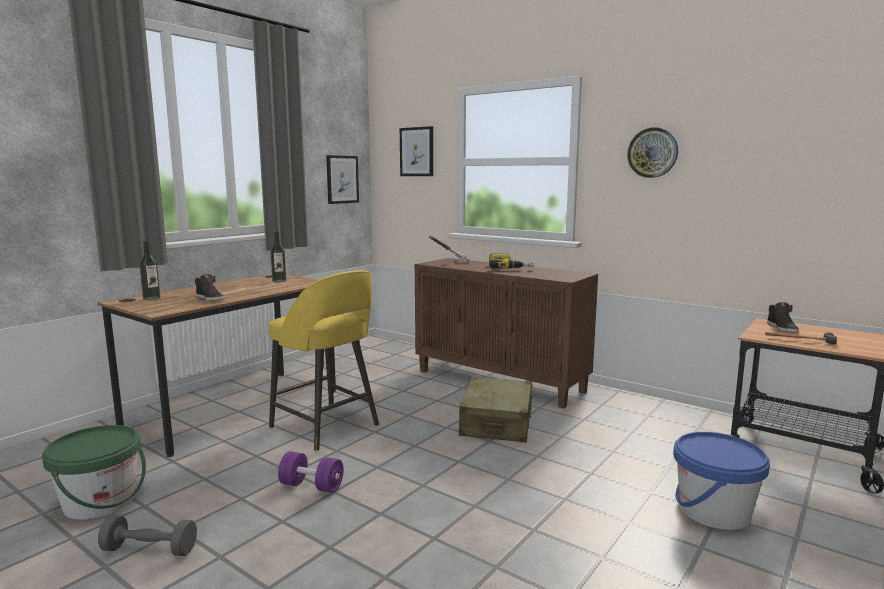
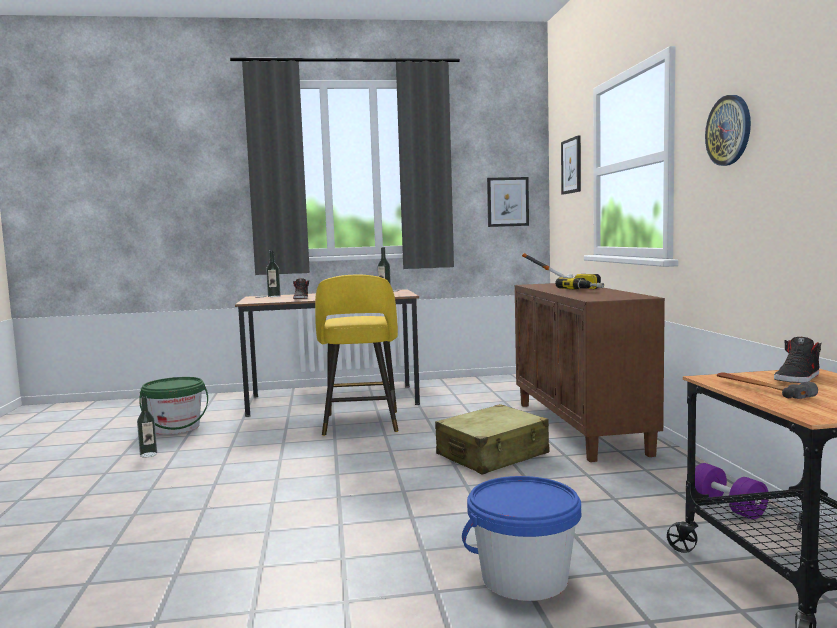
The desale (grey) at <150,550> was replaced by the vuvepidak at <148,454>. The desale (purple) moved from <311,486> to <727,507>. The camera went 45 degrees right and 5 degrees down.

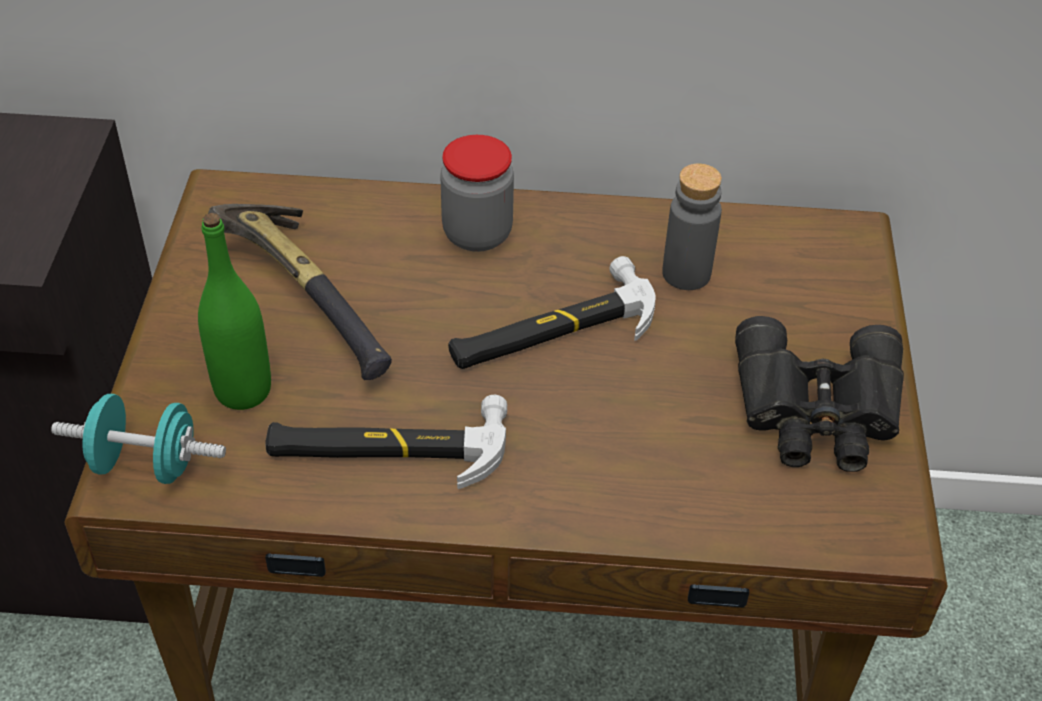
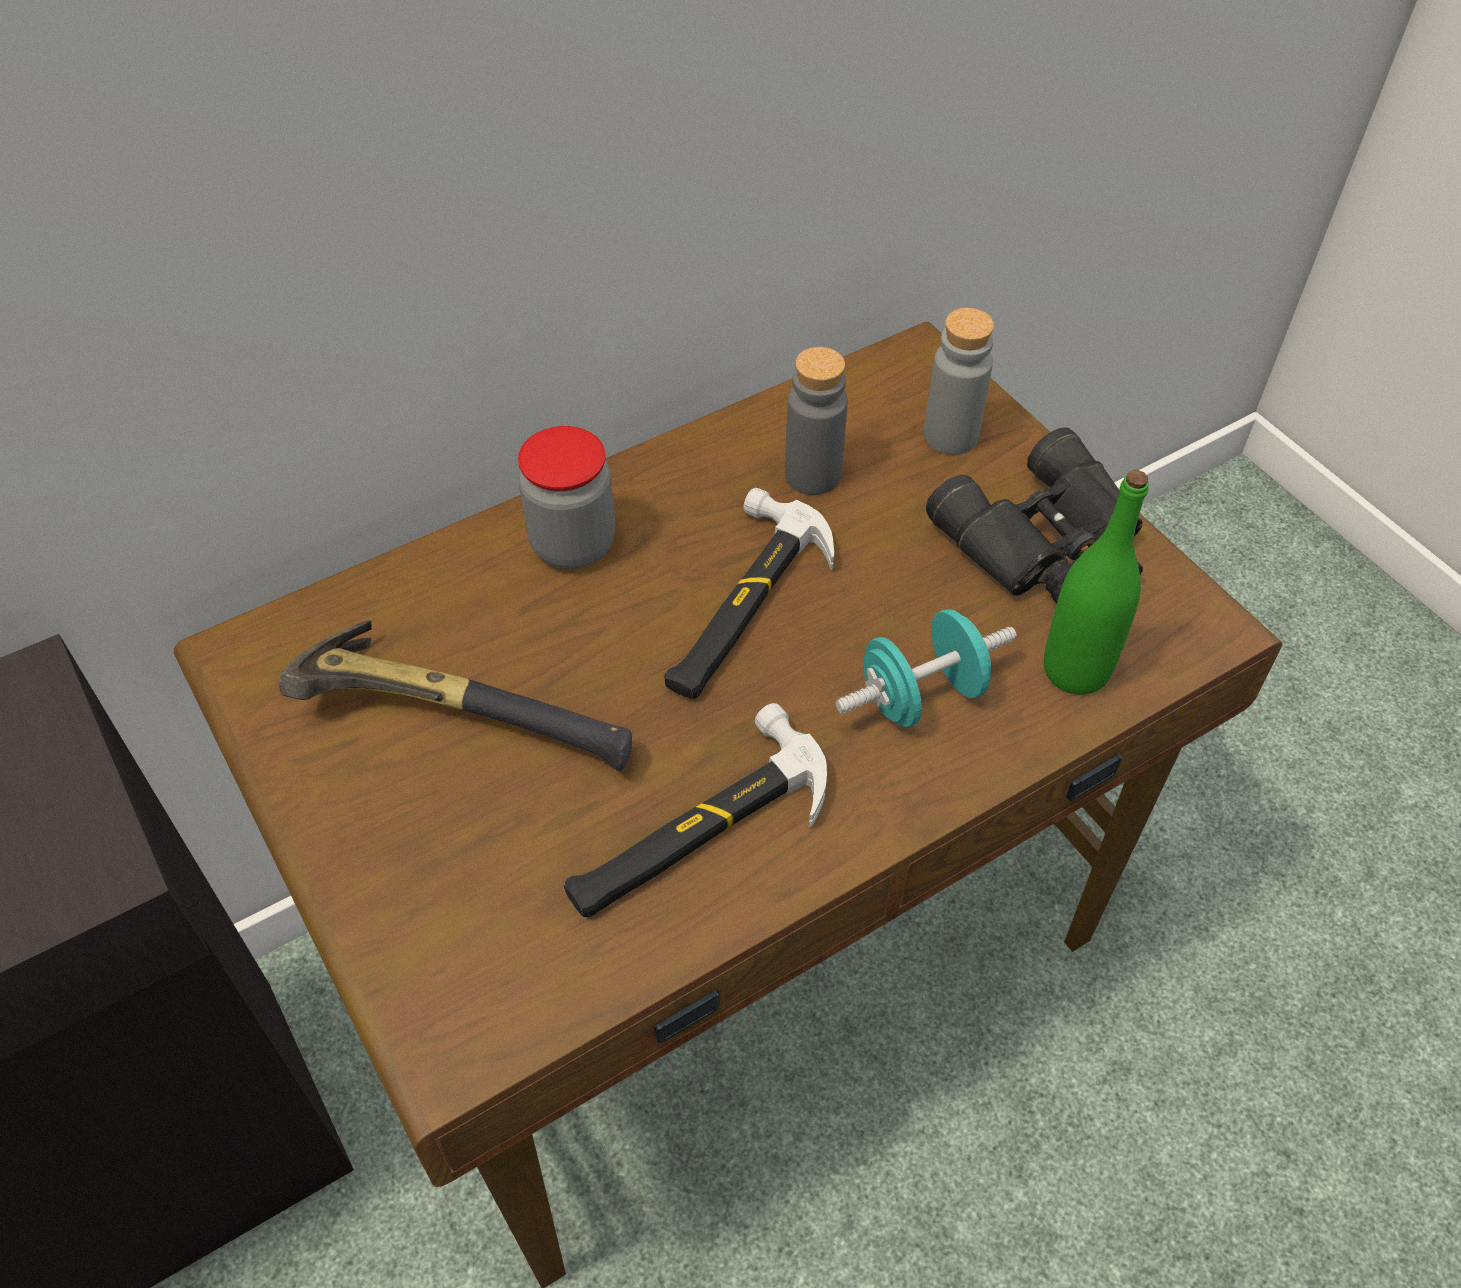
The desale (turquoise) moved from <146,464> to <921,695>. The vuvepidak (green) moved from <243,390> to <1075,670>. The vuvepidak (grey) at <950,435> appeared. The camera went 35 degrees left and 5 degrees up.

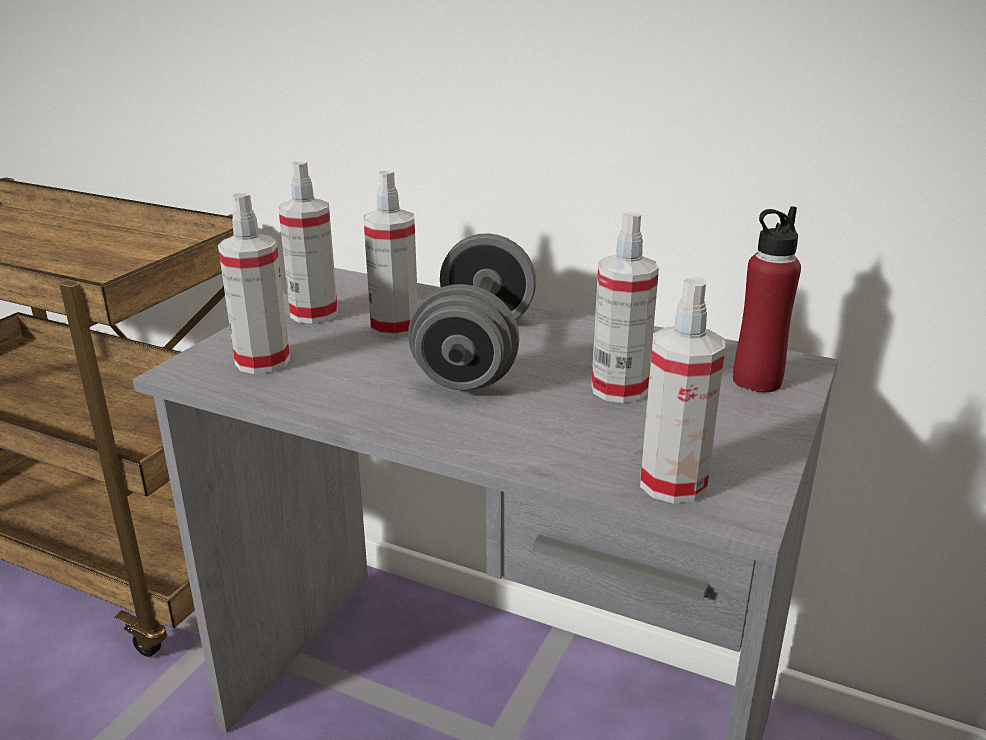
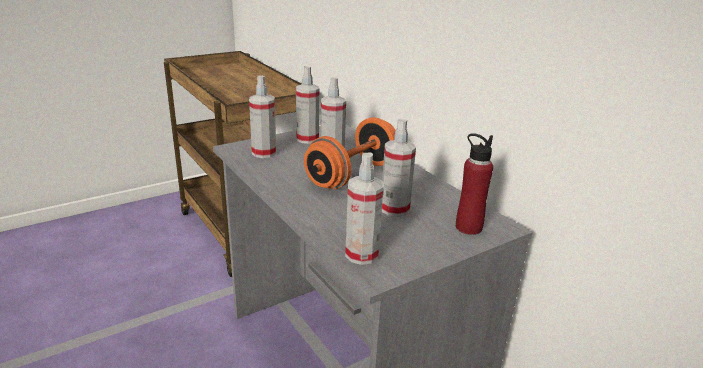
The desale (grey) at <477,354> became the desale (orange) at <352,175>. The camera went 30 degrees right and 0 degrees up.

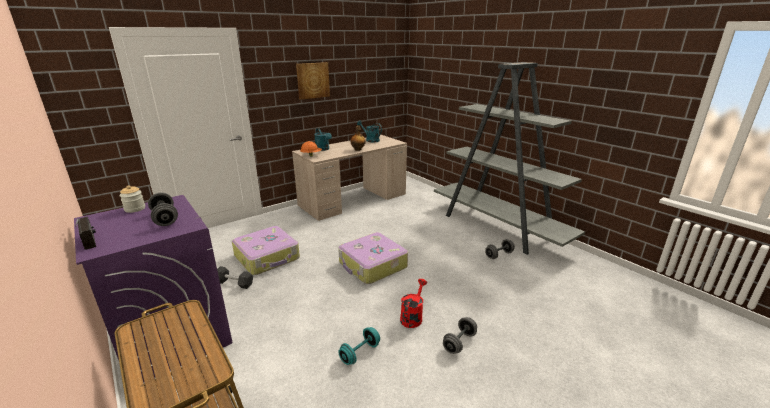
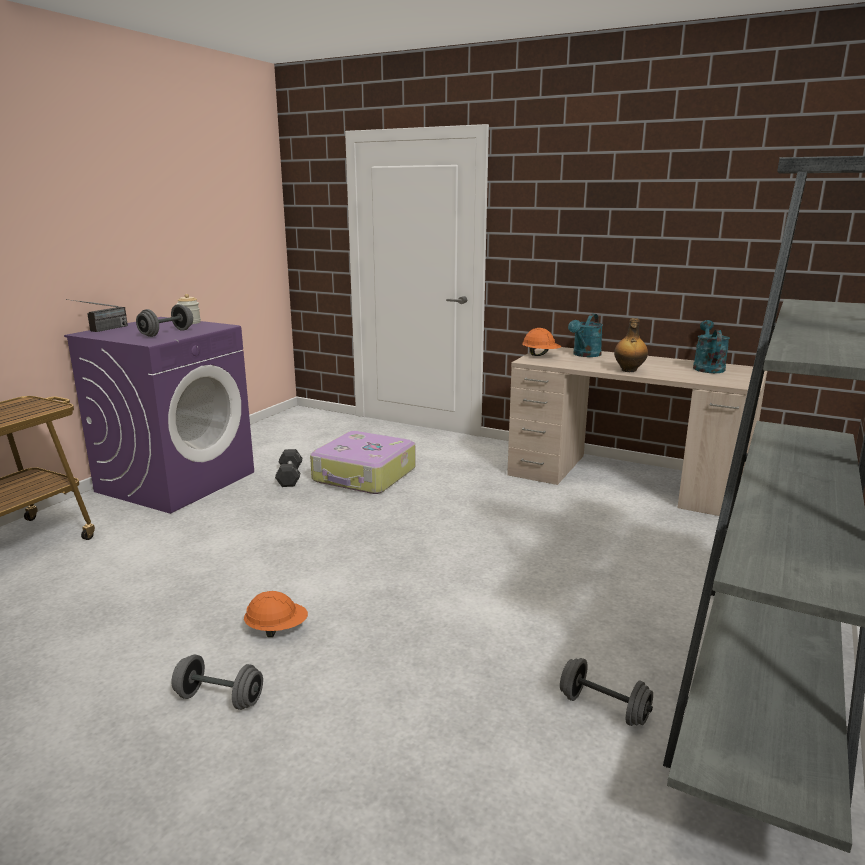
The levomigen at <312,80> disappeared. The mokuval at <372,265> disappeared. The desale (turquoise) at <360,353> disappeared. The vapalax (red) at <412,316> was replaced by the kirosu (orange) at <277,629>. The camera went 65 degrees right and 5 degrees down.

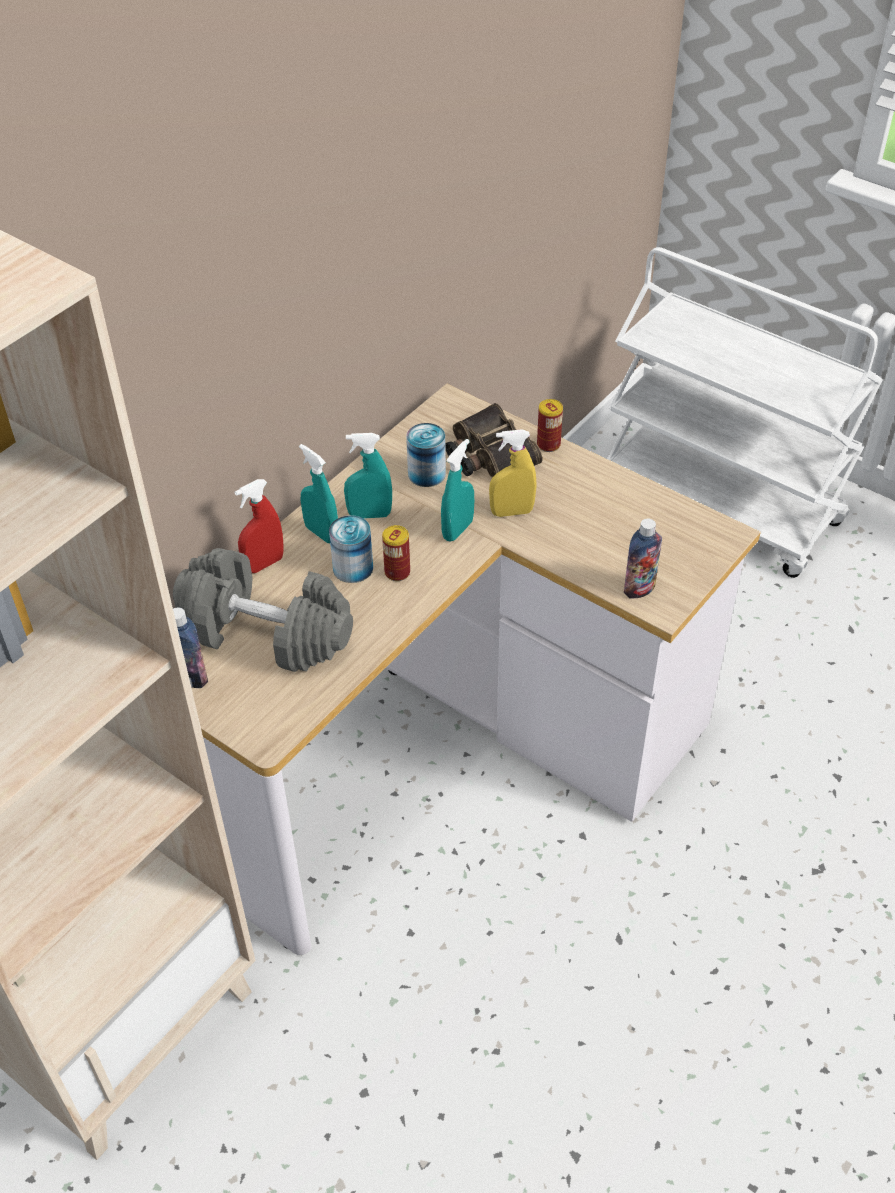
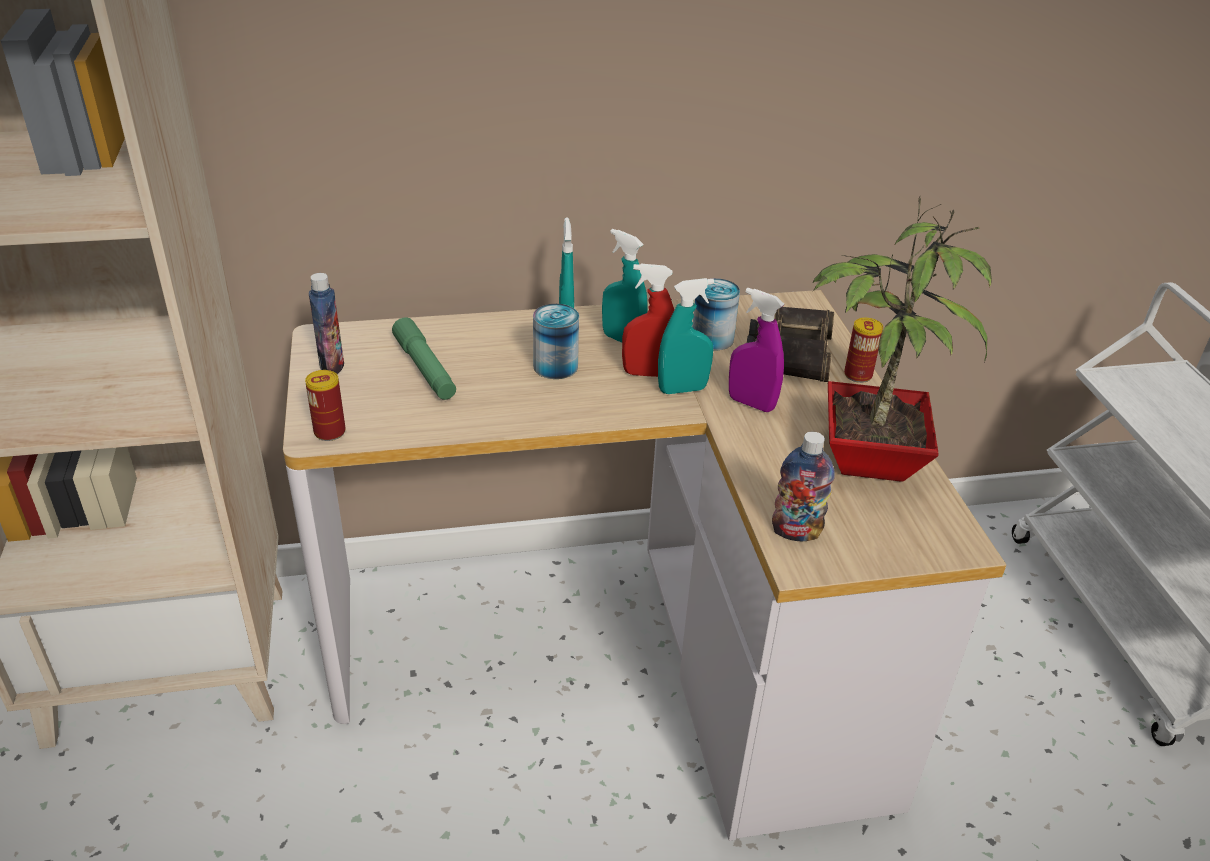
The desale (grey) at <265,633> was replaced by the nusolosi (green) at <425,368>. The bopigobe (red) moved from <264,564> to <647,373>. The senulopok moved from <397,572> to <329,432>. The bopigobe (yellow) at <511,512> became the bopigobe (purple) at <751,403>. The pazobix at <864,459> appeared. The camera went 40 degrees right and 10 degrees down.

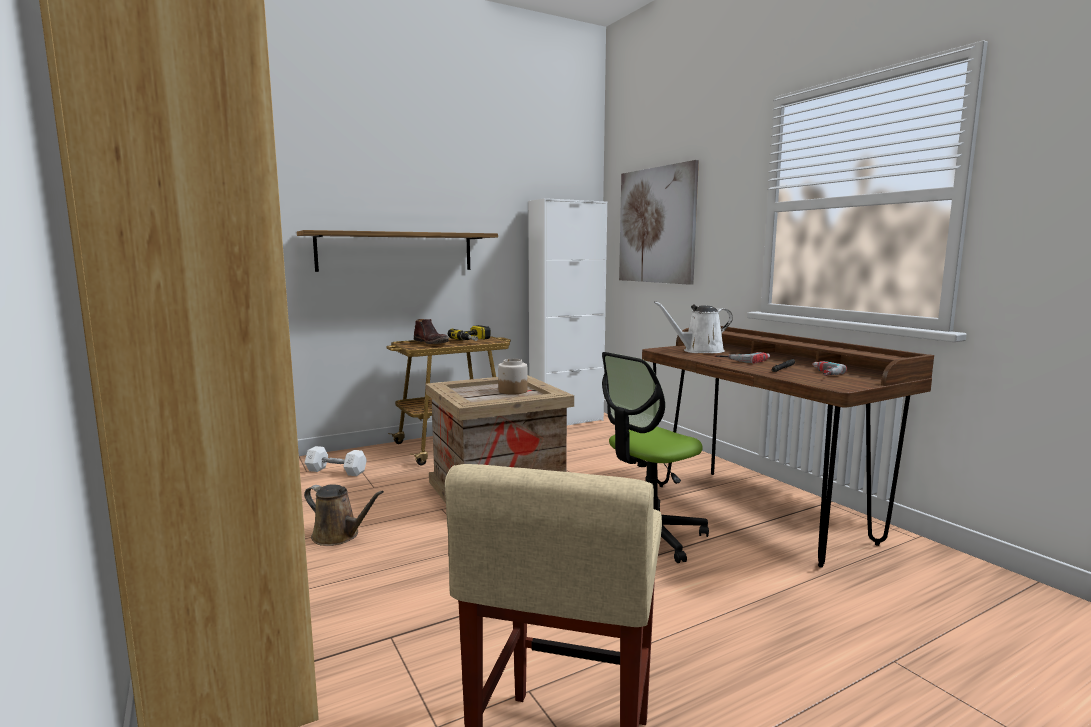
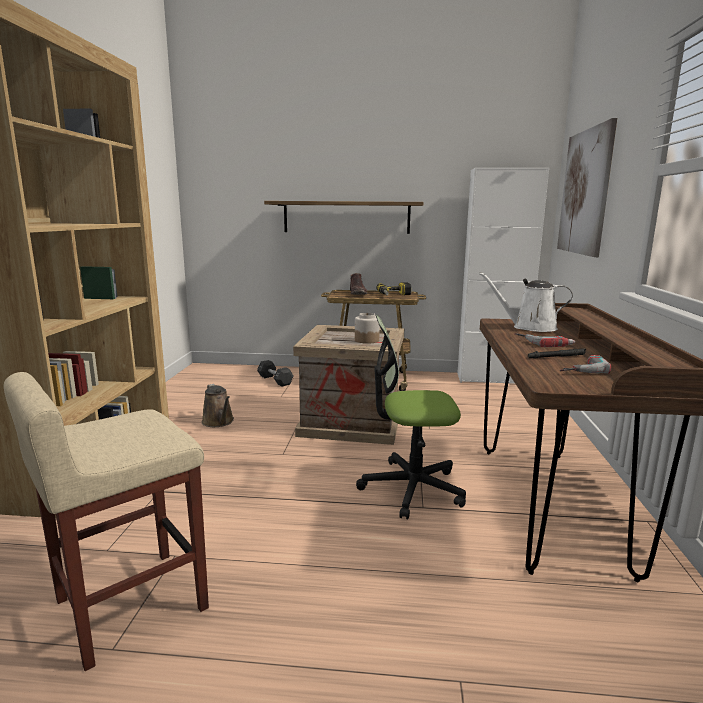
The desale (white) at <336,471> became the desale (black) at <275,380>. The camera went 35 degrees right and 5 degrees up.

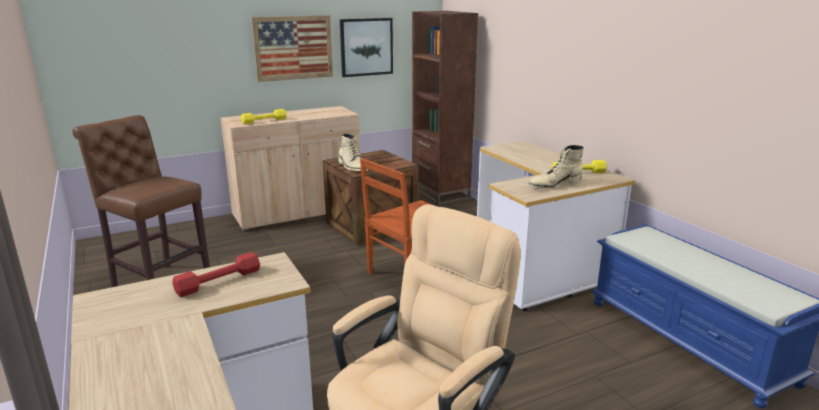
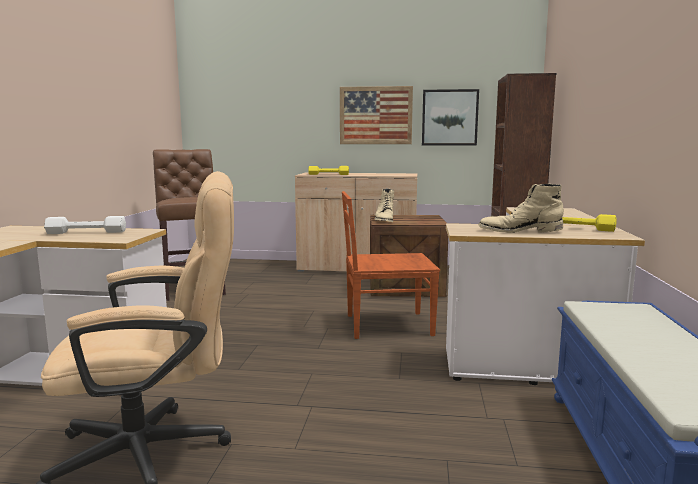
The desale (red) at <218,281> became the desale (white) at <87,232>. The camera went 35 degrees right and 10 degrees down.

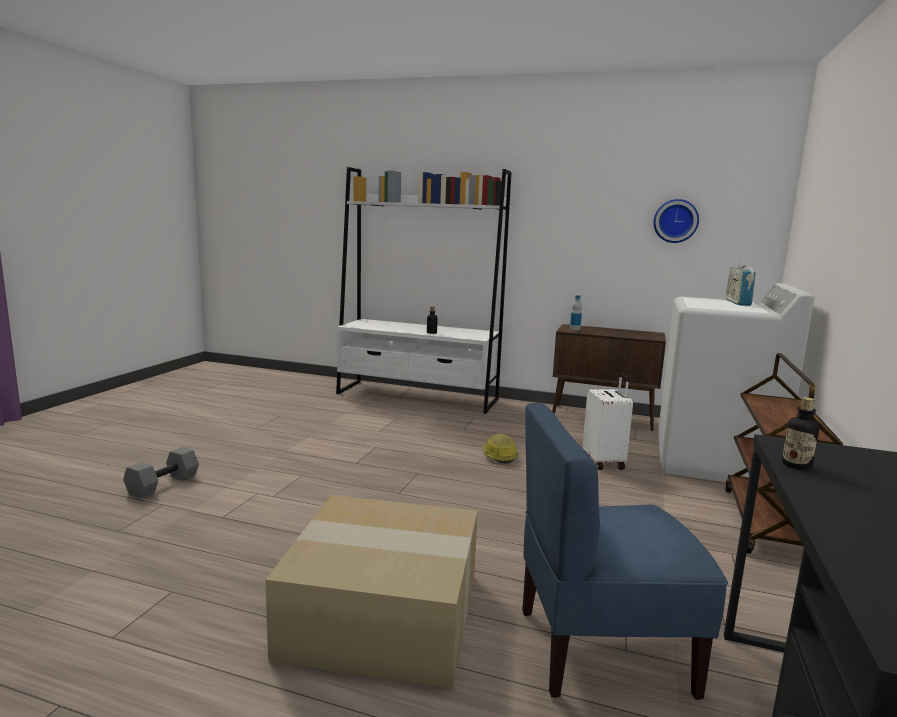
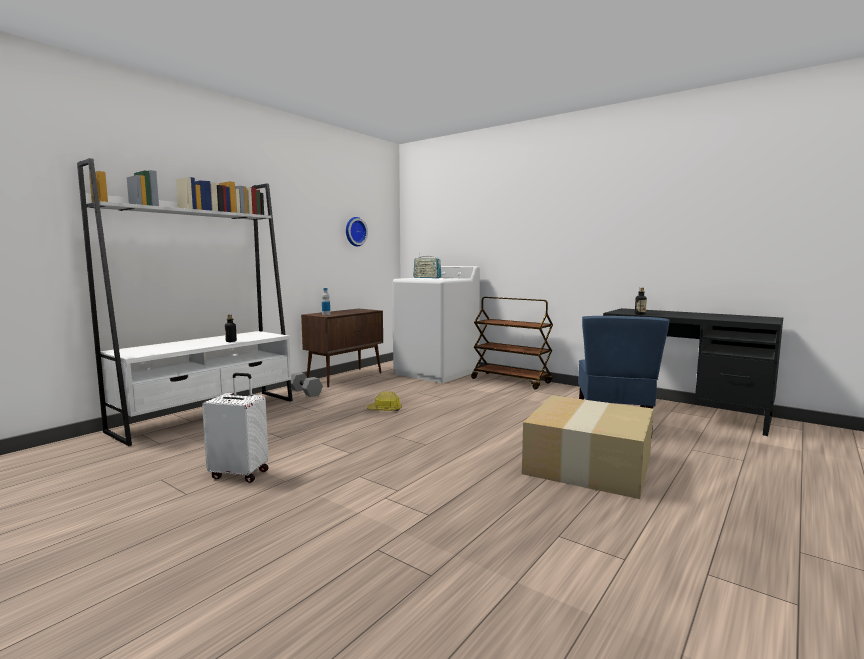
The desale (grey) moved from <163,484> to <304,392>. The mokuval (white) moved from <604,462> to <240,474>. The camera went 70 degrees left and 5 degrees down.

